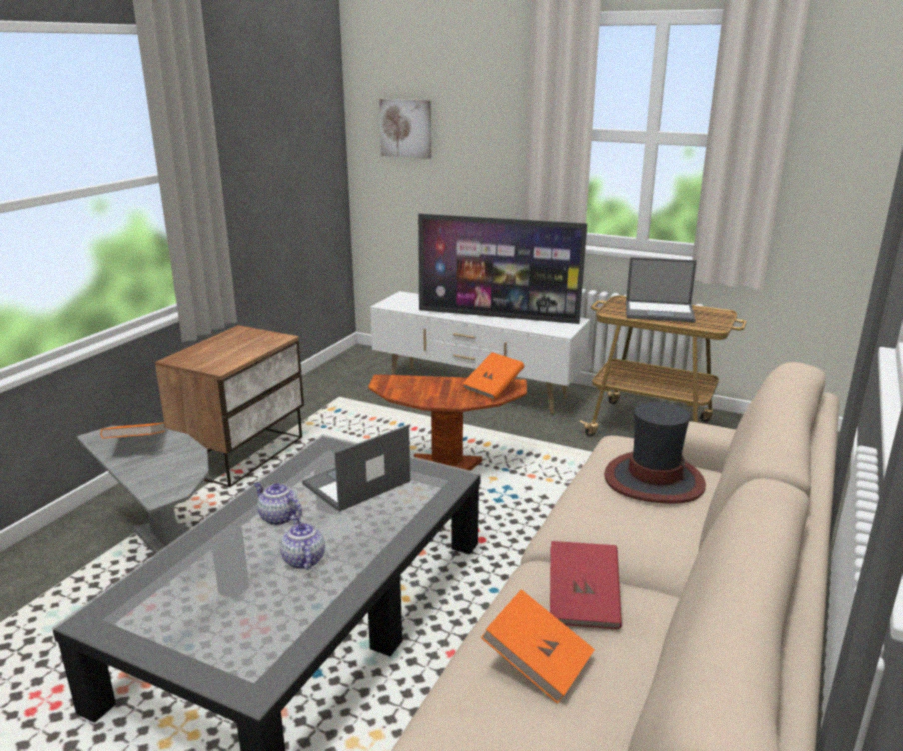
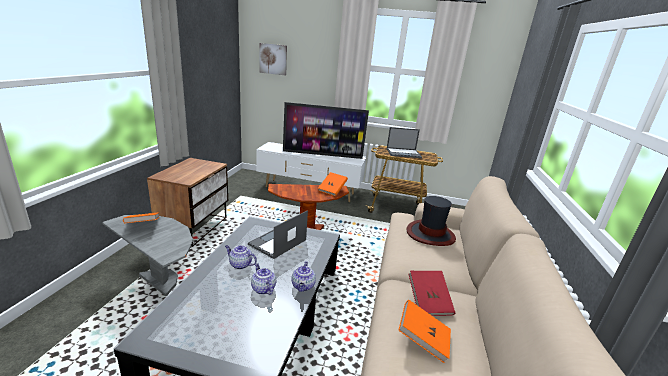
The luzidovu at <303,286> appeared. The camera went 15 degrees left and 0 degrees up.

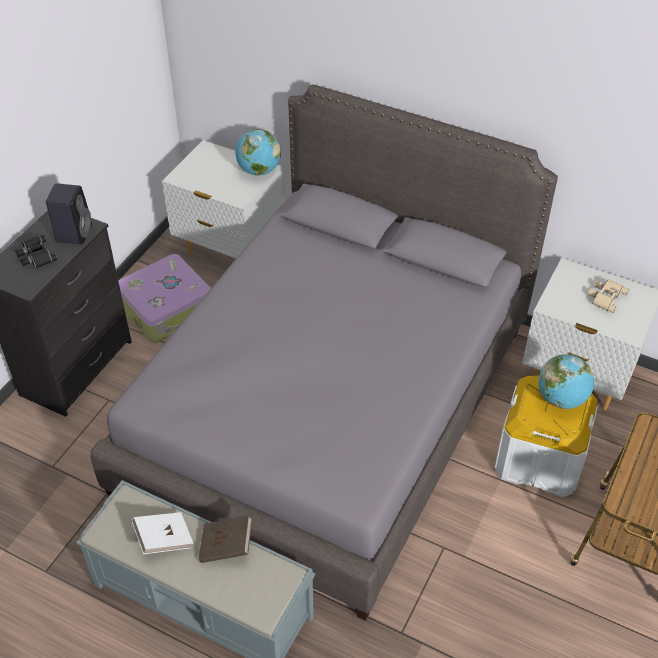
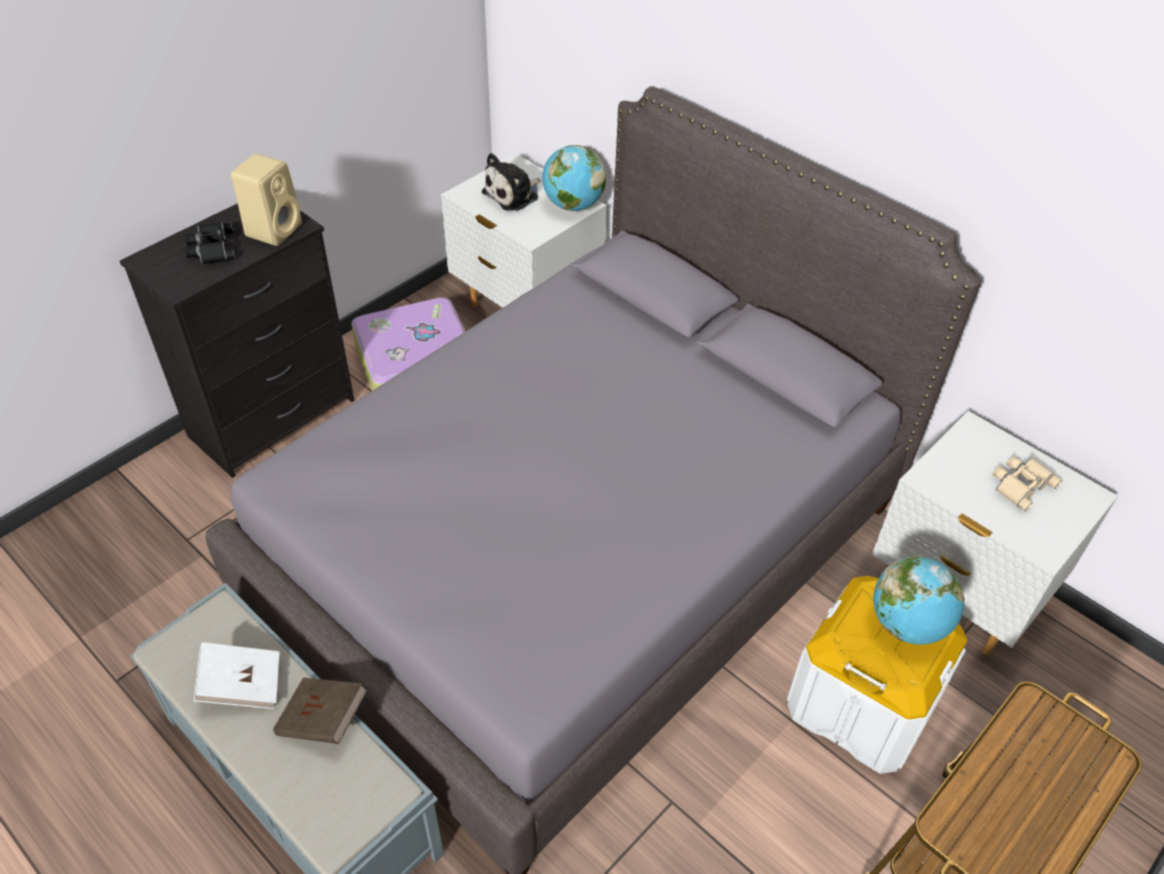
The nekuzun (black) at <74,233> became the nekuzun (beige) at <274,229>. The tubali at <513,195> appeared. The camera went 15 degrees right and 0 degrees up.

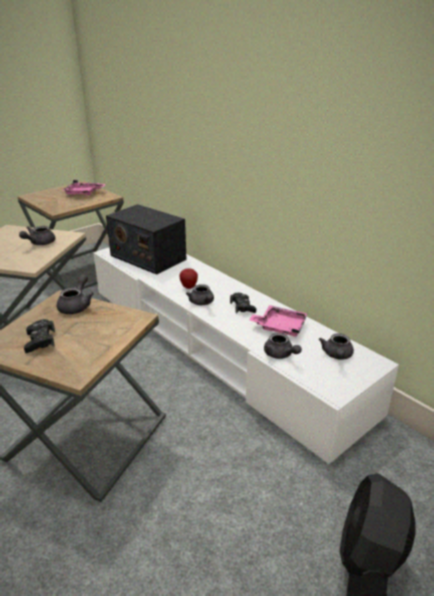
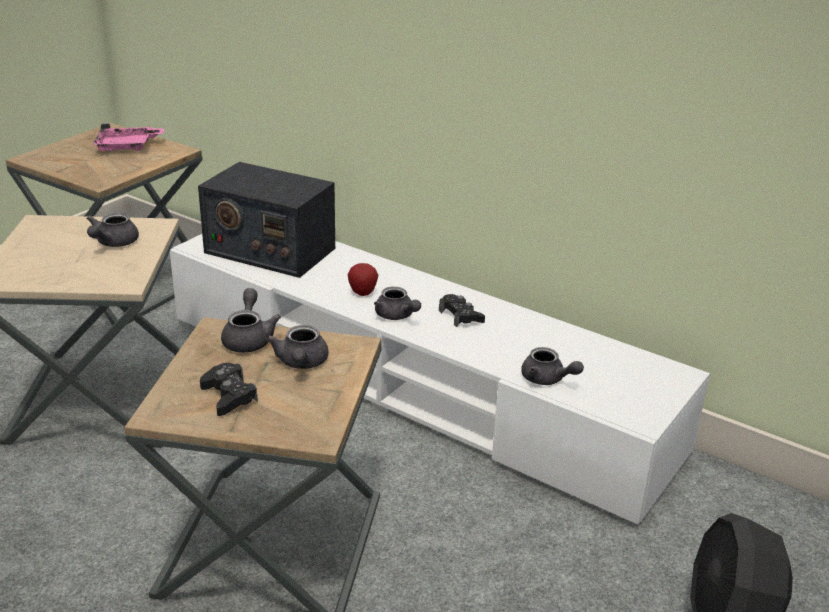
The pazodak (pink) at <280,327> disappeared. The luzidovu (grey) moved from <337,355> to <301,363>. The camera went 15 degrees left and 0 degrees up.

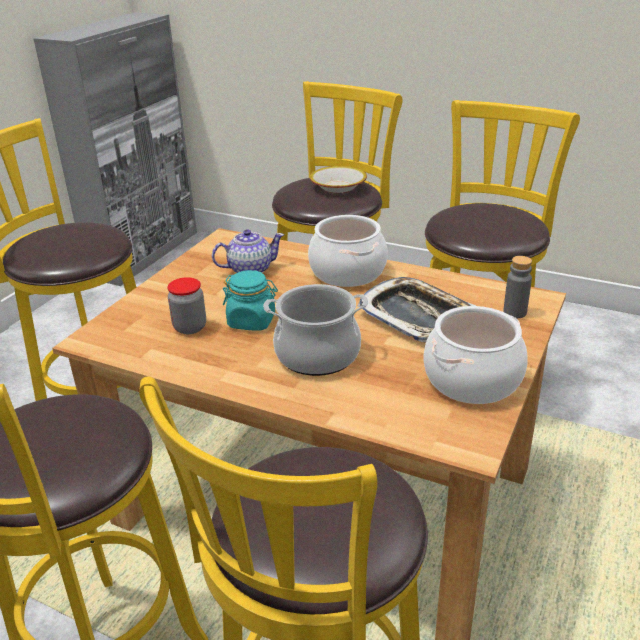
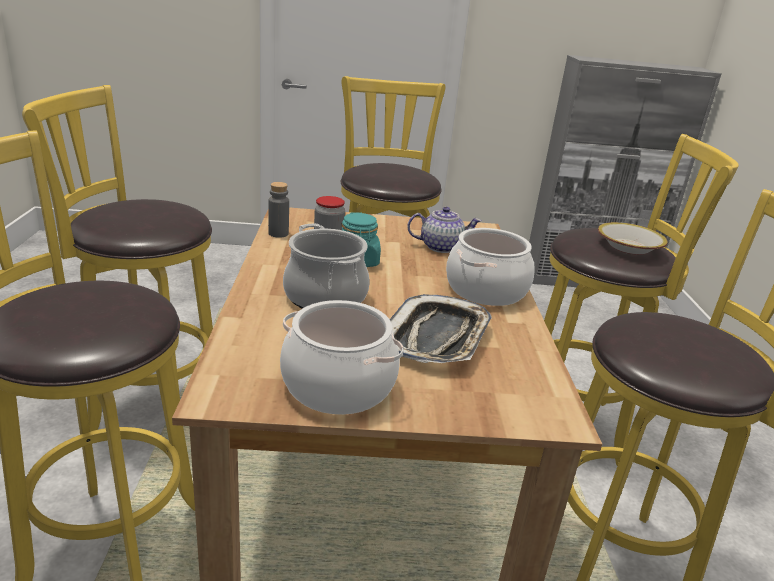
The luzidovu at <249,269> turned 45 degrees counterclockwise. The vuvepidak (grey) moved from <514,312> to <278,233>. The camera went 60 degrees right and 5 degrees down.

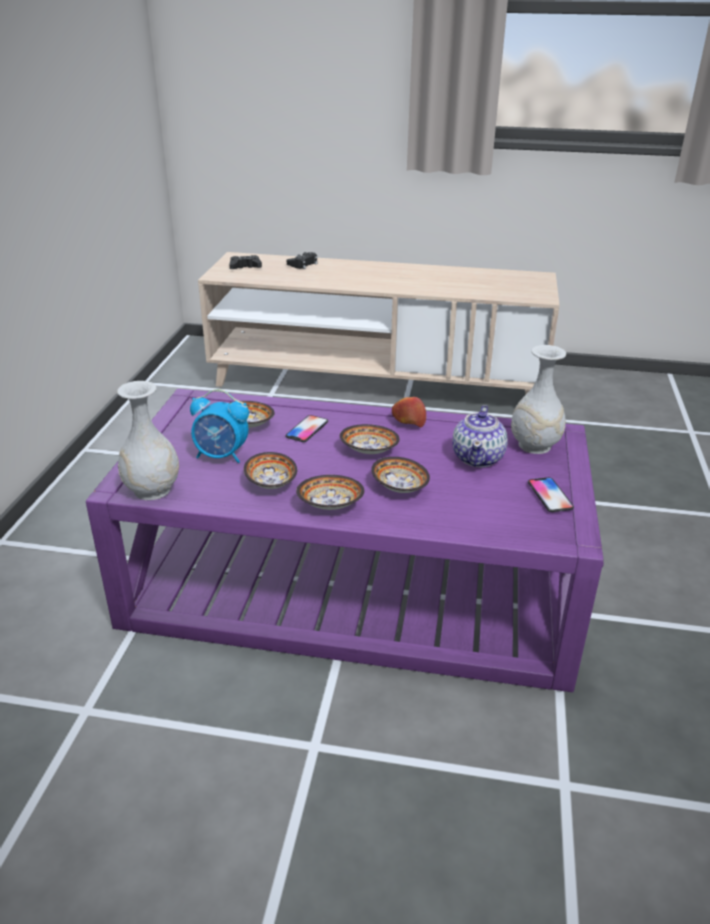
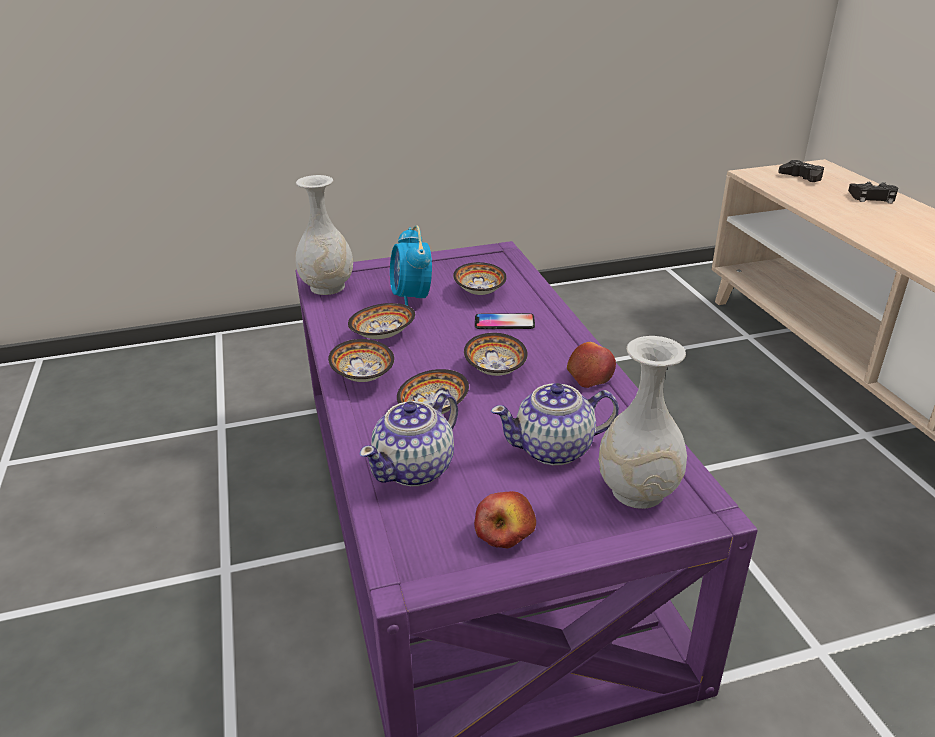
The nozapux at <550,495> was replaced by the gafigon at <505,531>. The luzidovu at <415,468> appeared. The camera went 65 degrees right and 0 degrees up.

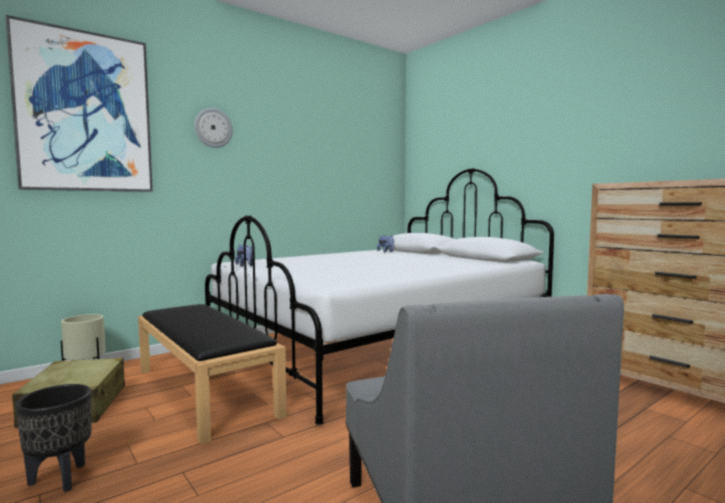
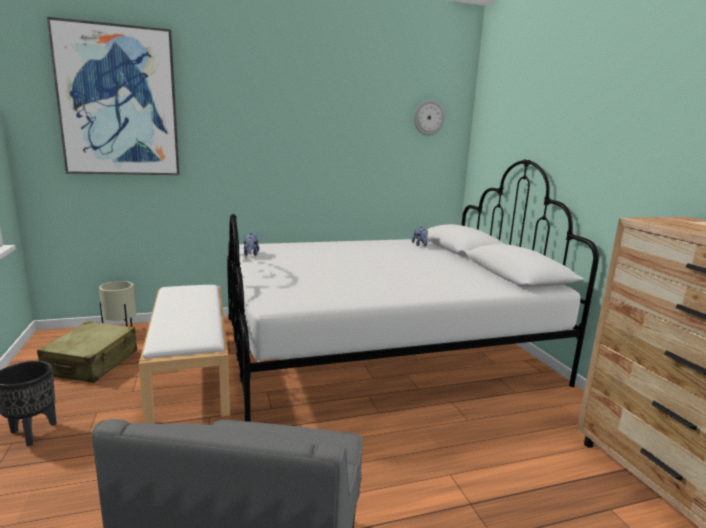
The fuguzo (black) at <206,391> became the fuguzo (white) at <191,369>. The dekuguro moved from <213,128> to <428,118>. The camera went 20 degrees right and 10 degrees up.

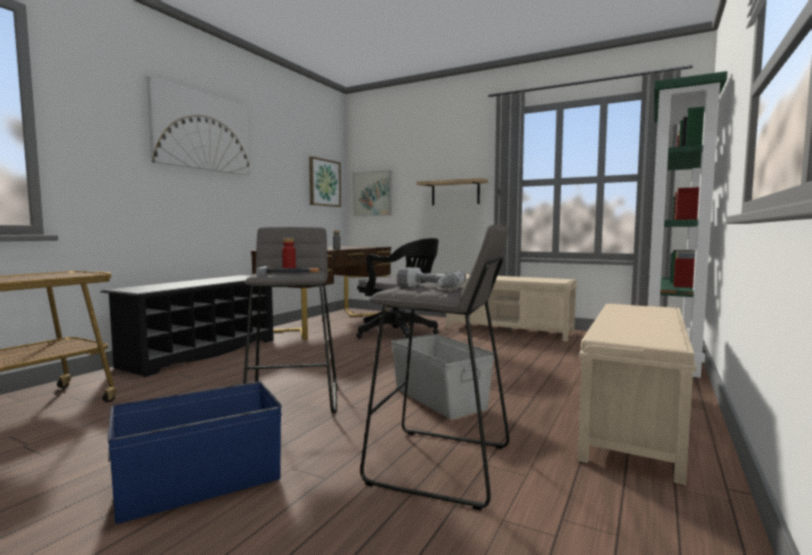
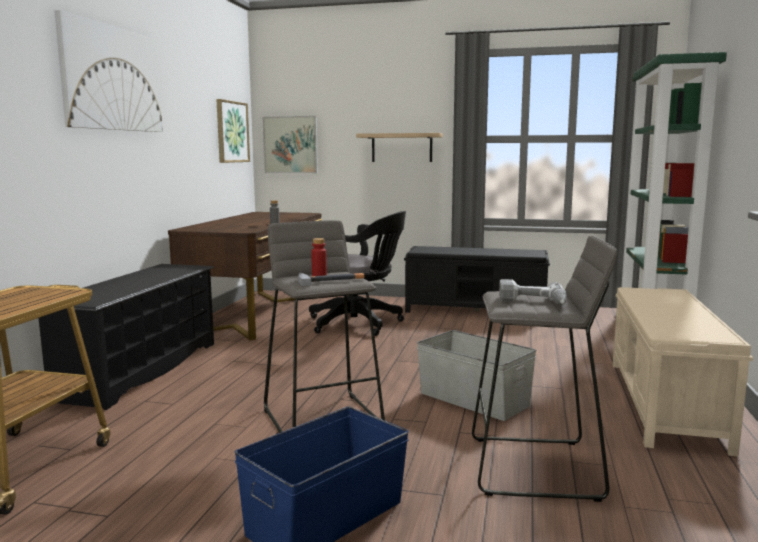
The fuguzo (beige) at <509,330> became the fuguzo (black) at <476,310>. The camera went 15 degrees left and 5 degrees up.

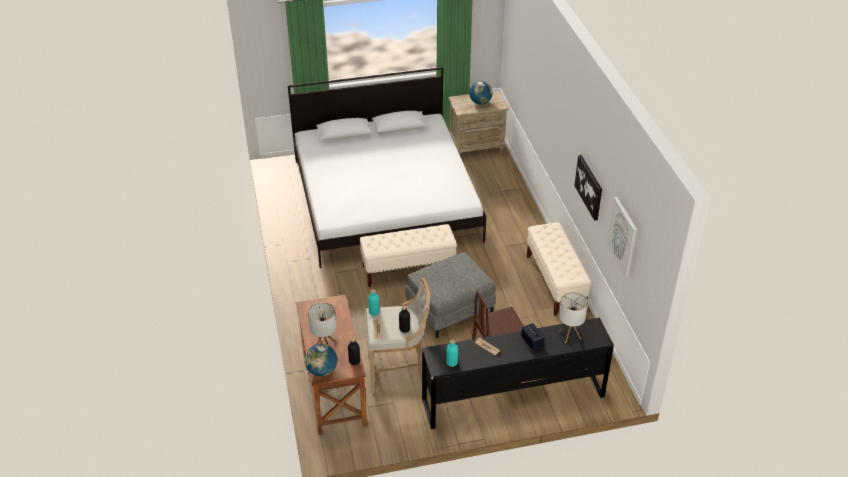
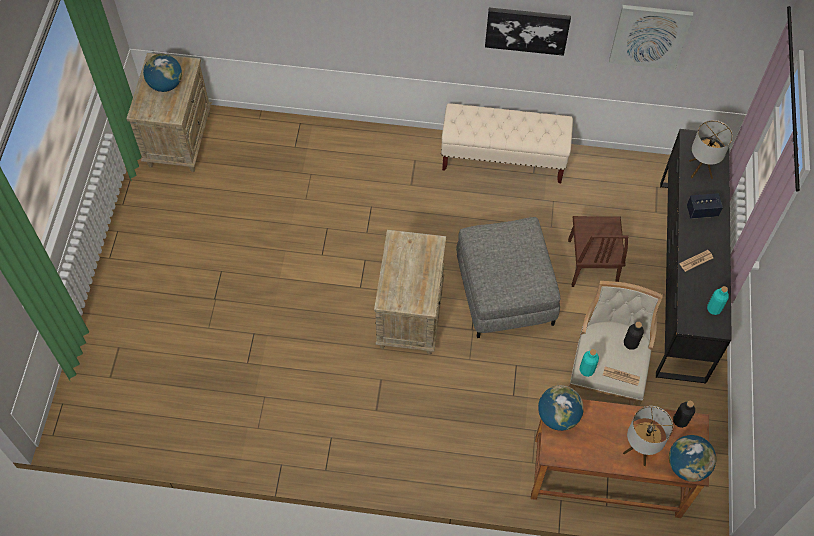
The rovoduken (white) at <385,200> disappeared. The fuguzo (beige) at <408,270> was replaced by the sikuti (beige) at <410,315>. The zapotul at <557,416> appeared. The camera went 70 degrees left and 20 degrees up.

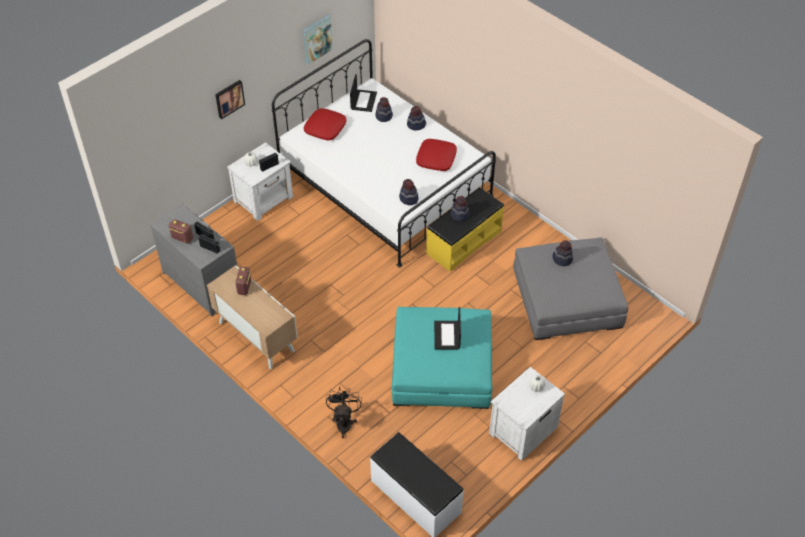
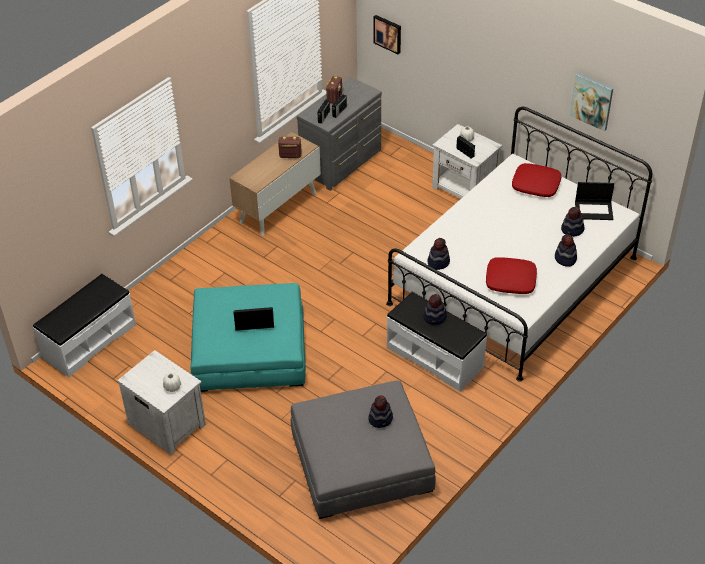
The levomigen moved from <229,98> to <388,33>. The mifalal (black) at <344,422> disappeared. The fuguzo (yellow) at <463,242> became the fuguzo (white) at <435,357>. The camera went 85 degrees right and 5 degrees down.

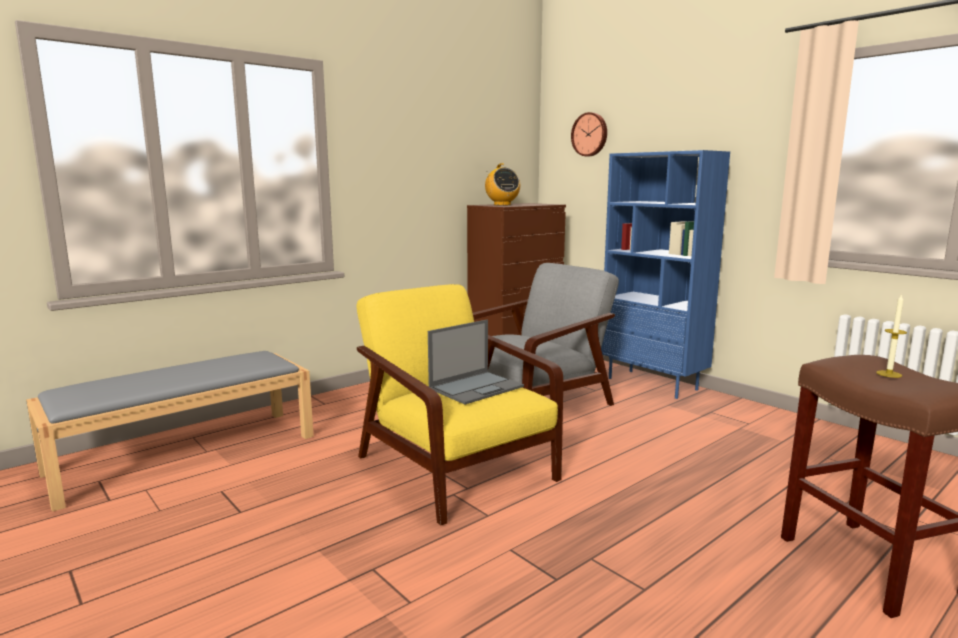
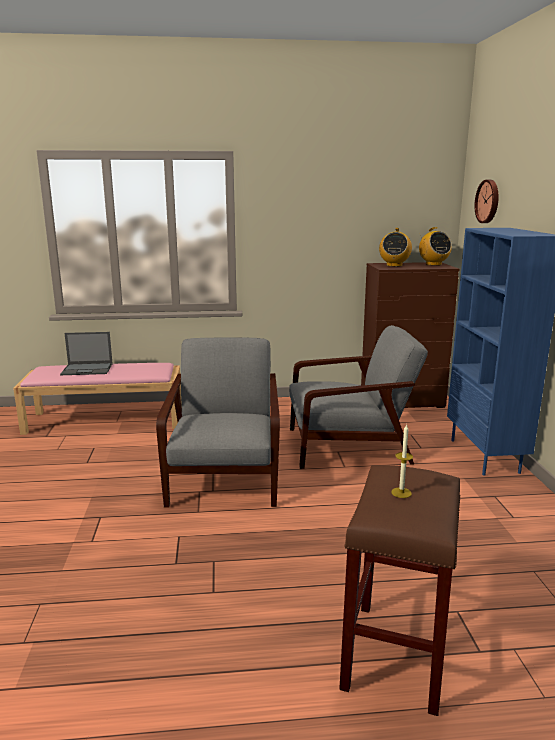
The fuguzo (grey) at <187,453> became the fuguzo (pink) at <106,420>. The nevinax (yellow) at <453,467> became the nevinax (grey) at <225,474>. The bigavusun moved from <477,387> to <88,369>. The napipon at <433,264> appeared. The camera went 35 degrees right and 5 degrees up.

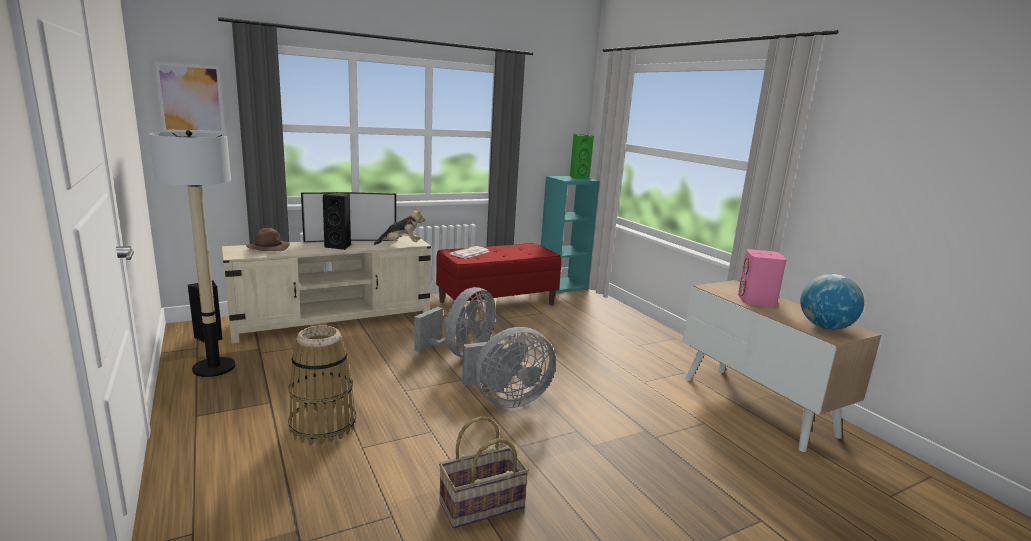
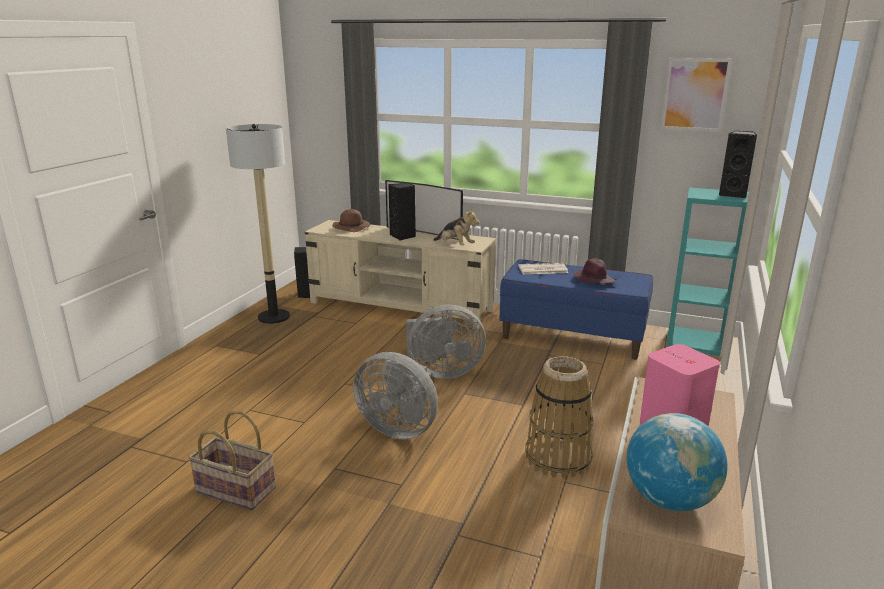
The levomigen moved from <191,99> to <695,94>. The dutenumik moved from <323,426> to <558,458>. The fuguzo (red) at <497,303> became the fuguzo (blue) at <573,336>. The nekuzun (green) at <578,177> became the nekuzun (black) at <733,194>. The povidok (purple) at <593,279> appeared. The camera went 50 degrees right and 5 degrees up.

